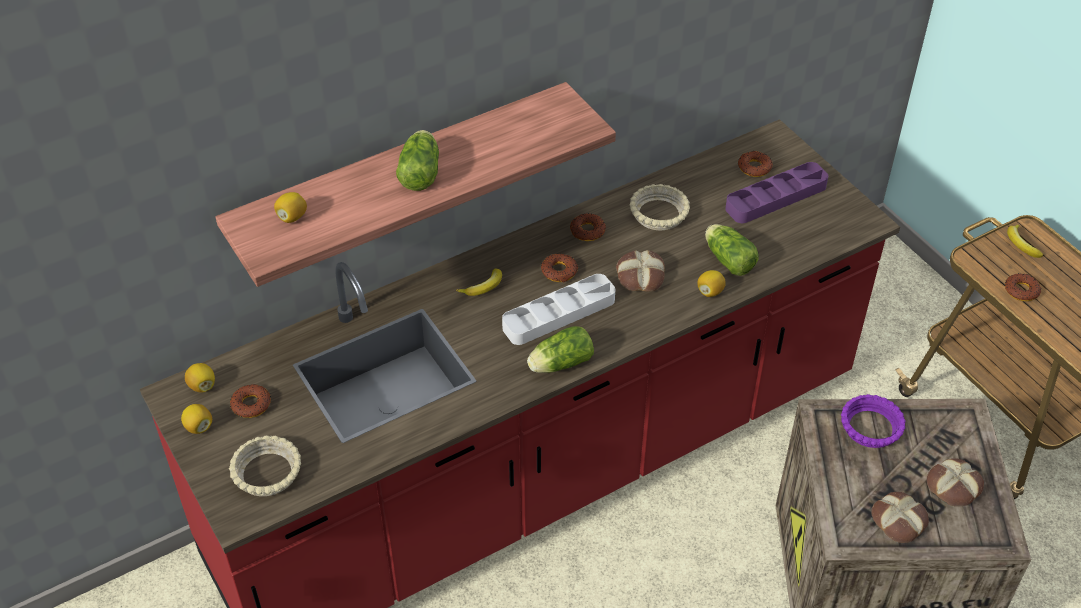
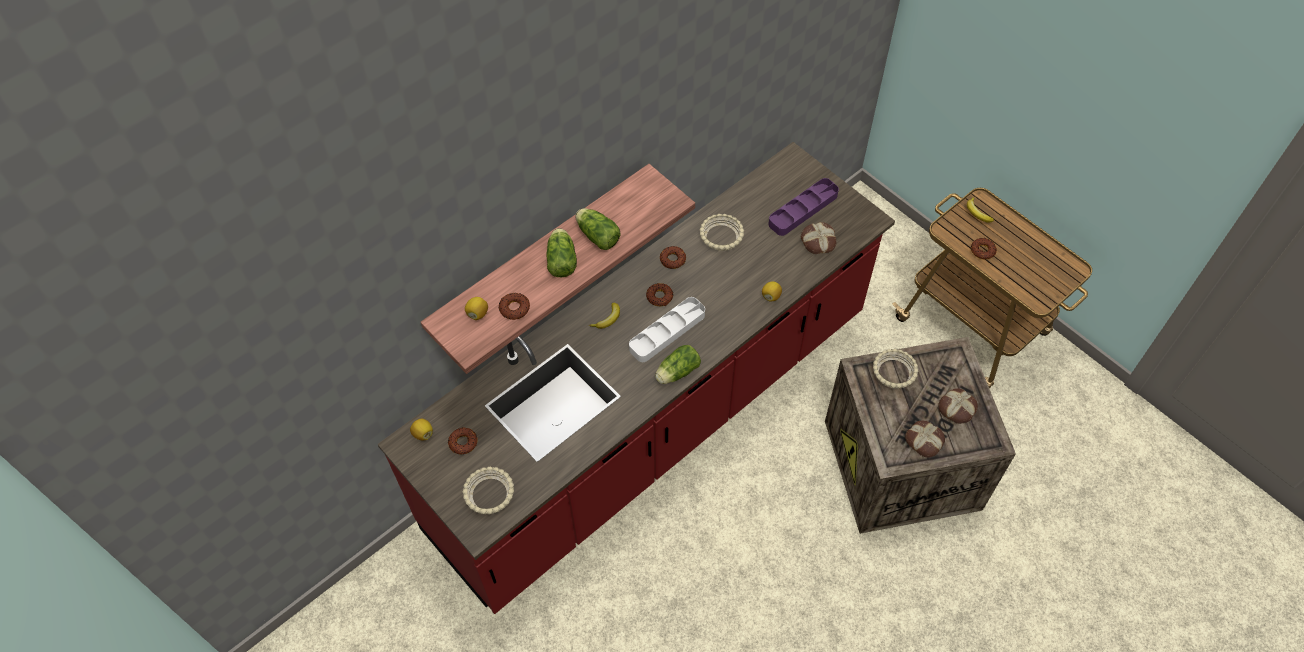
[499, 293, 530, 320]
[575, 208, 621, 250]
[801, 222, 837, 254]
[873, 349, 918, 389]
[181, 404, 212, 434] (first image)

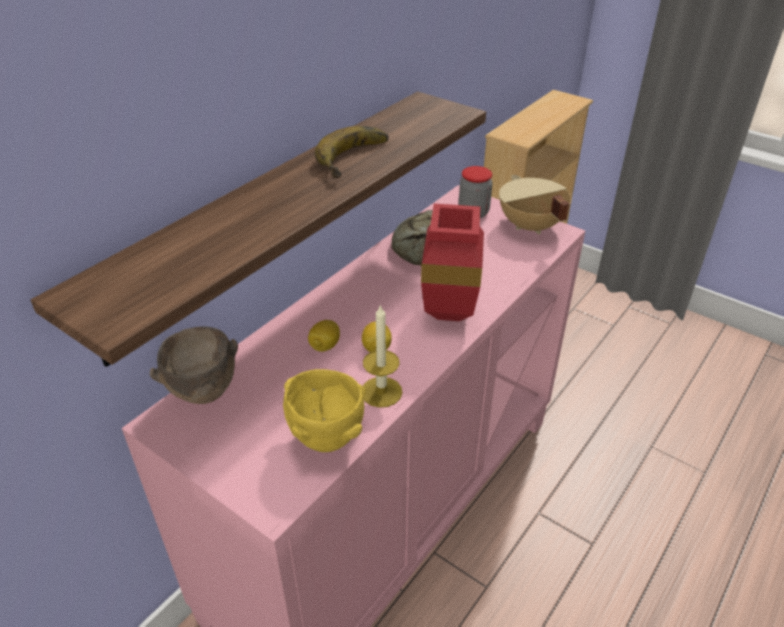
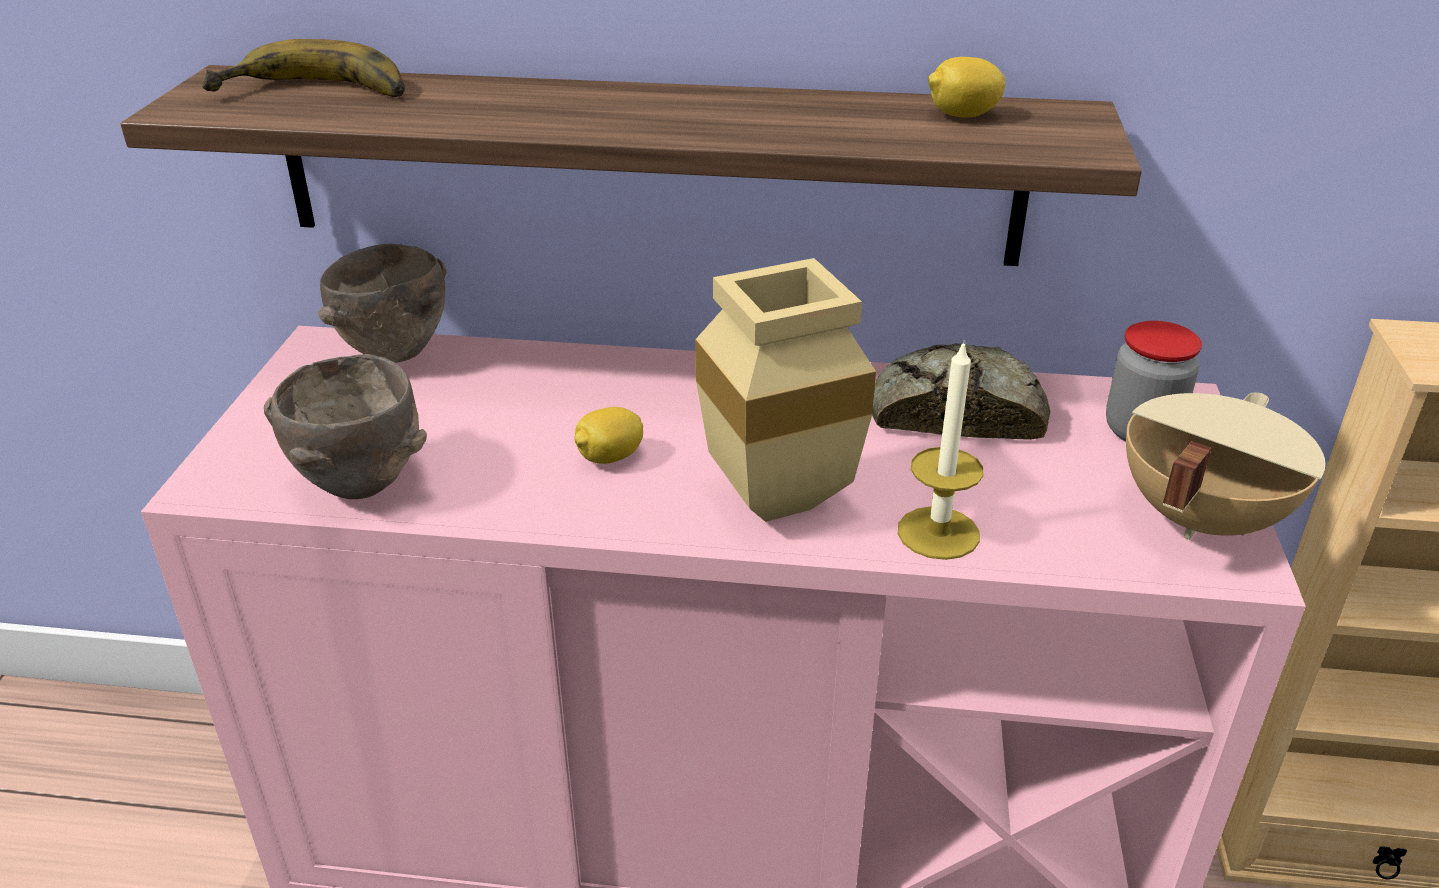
[202, 39, 405, 97]
[264, 354, 427, 499]
[695, 258, 876, 522]
[898, 340, 983, 560]
[928, 57, 1005, 118]

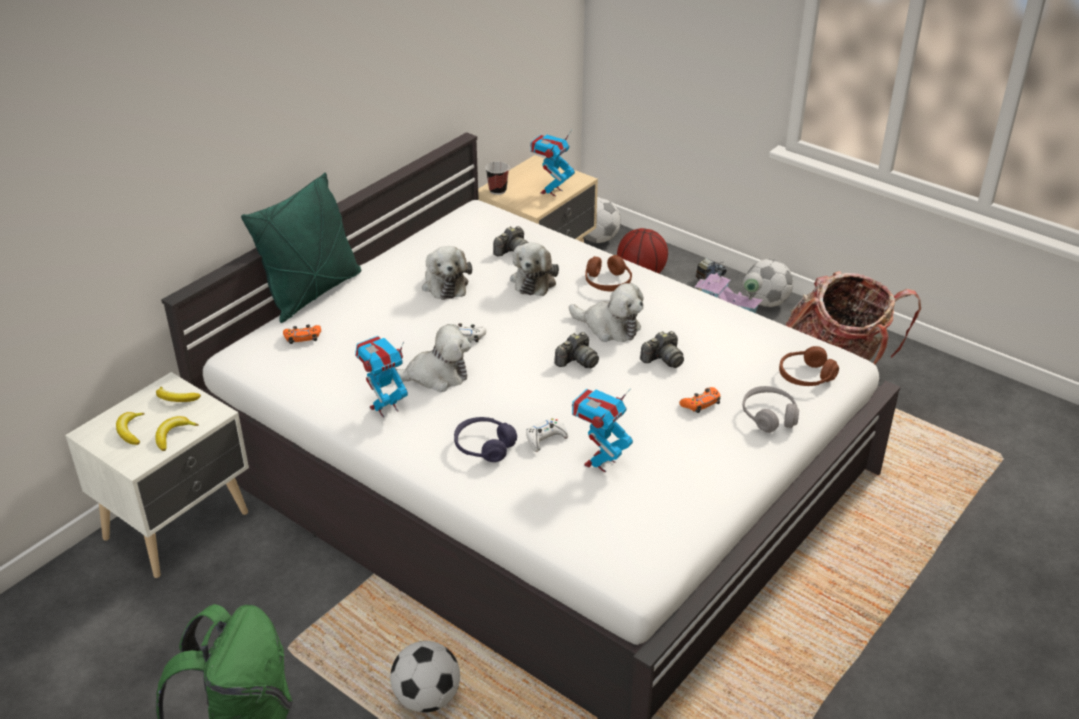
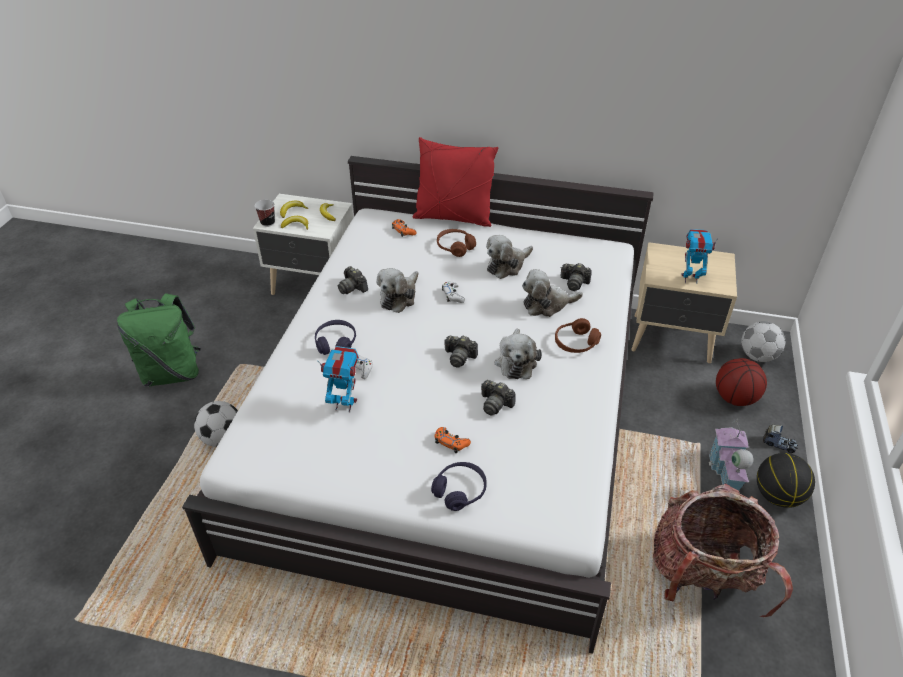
[255, 200, 275, 227]
[338, 266, 368, 294]
[377, 268, 418, 313]
[413, 137, 499, 227]
[431, 462, 487, 511]
[437, 229, 476, 257]
[757, 453, 815, 508]

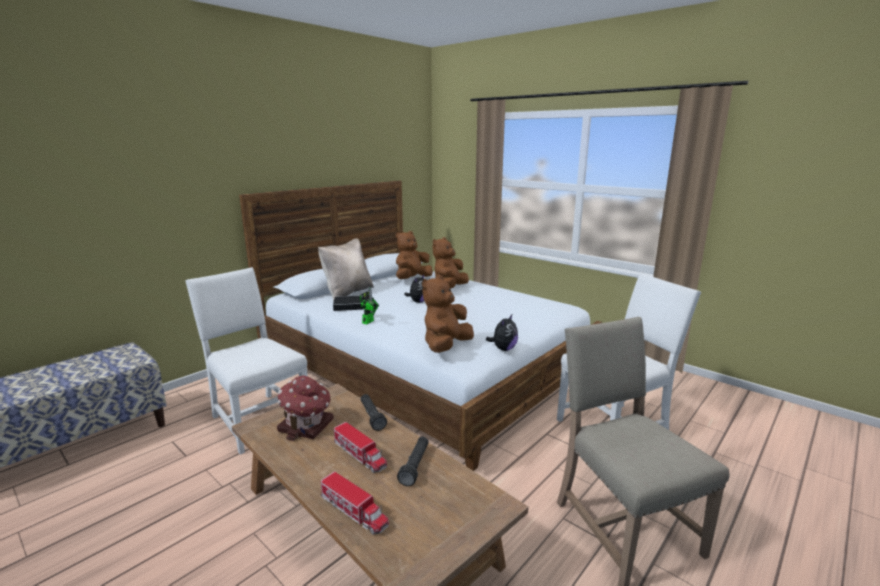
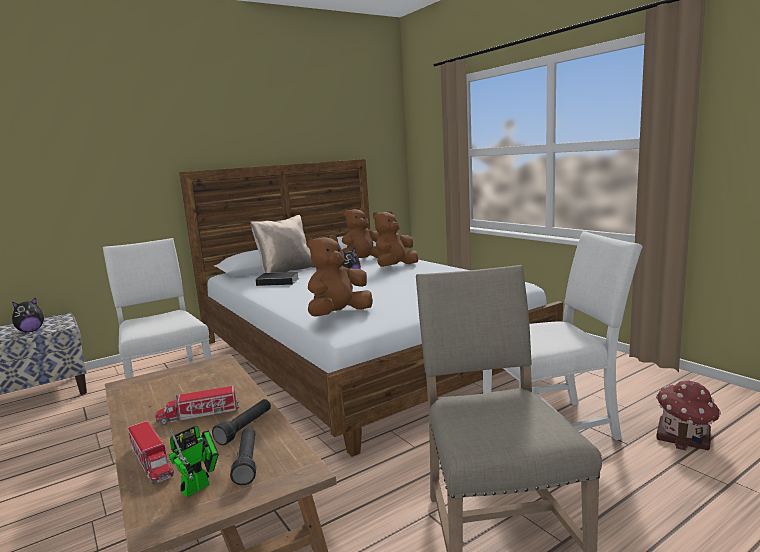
[12, 297, 45, 332]
[155, 386, 239, 425]
[169, 426, 219, 497]
[230, 428, 256, 485]
[656, 380, 721, 451]

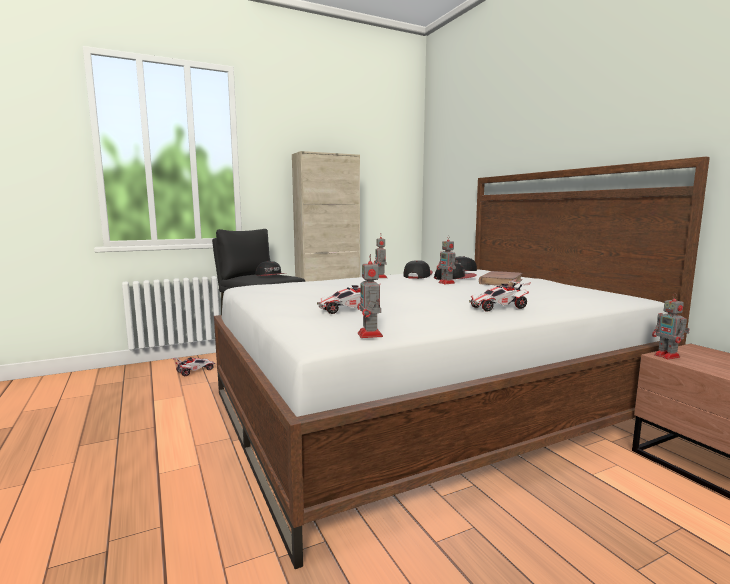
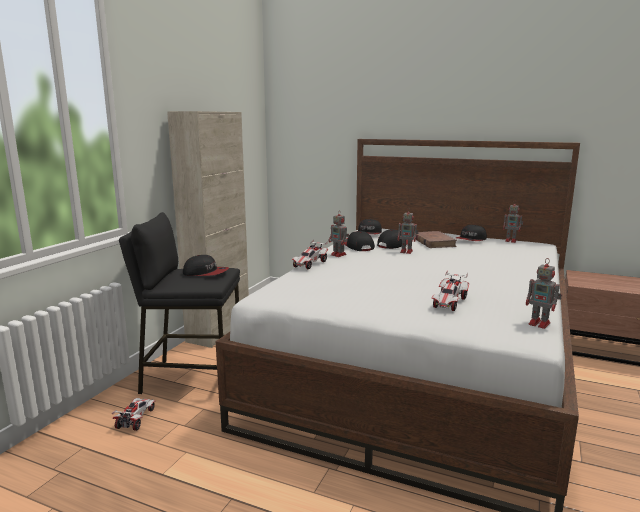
[292, 240, 328, 269]
[456, 225, 487, 241]
[503, 202, 523, 243]

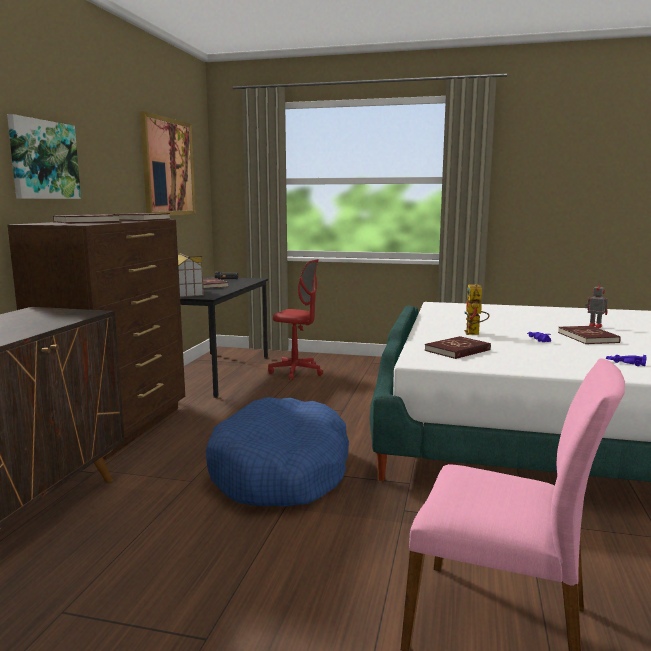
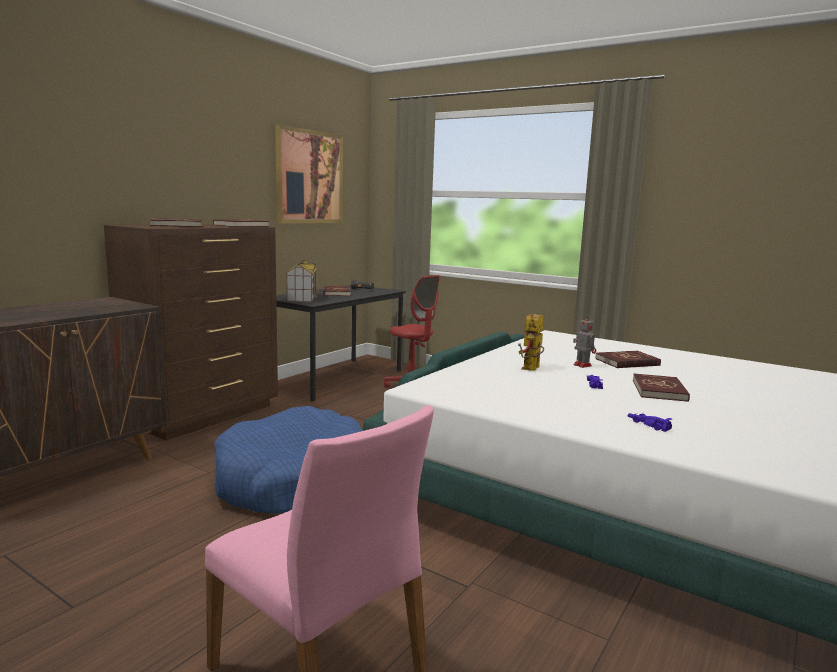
[573, 315, 596, 368]
[595, 351, 661, 368]
[7, 114, 81, 199] (first image)

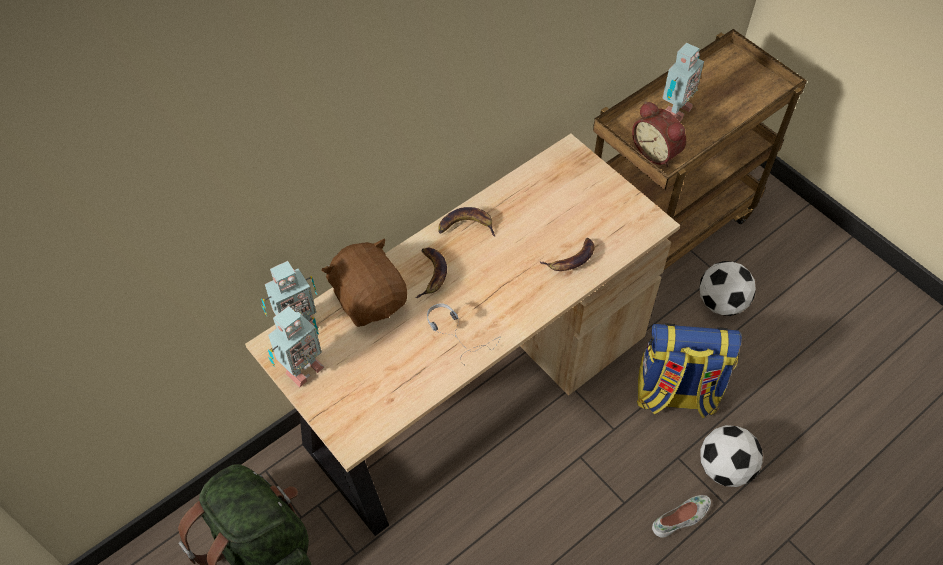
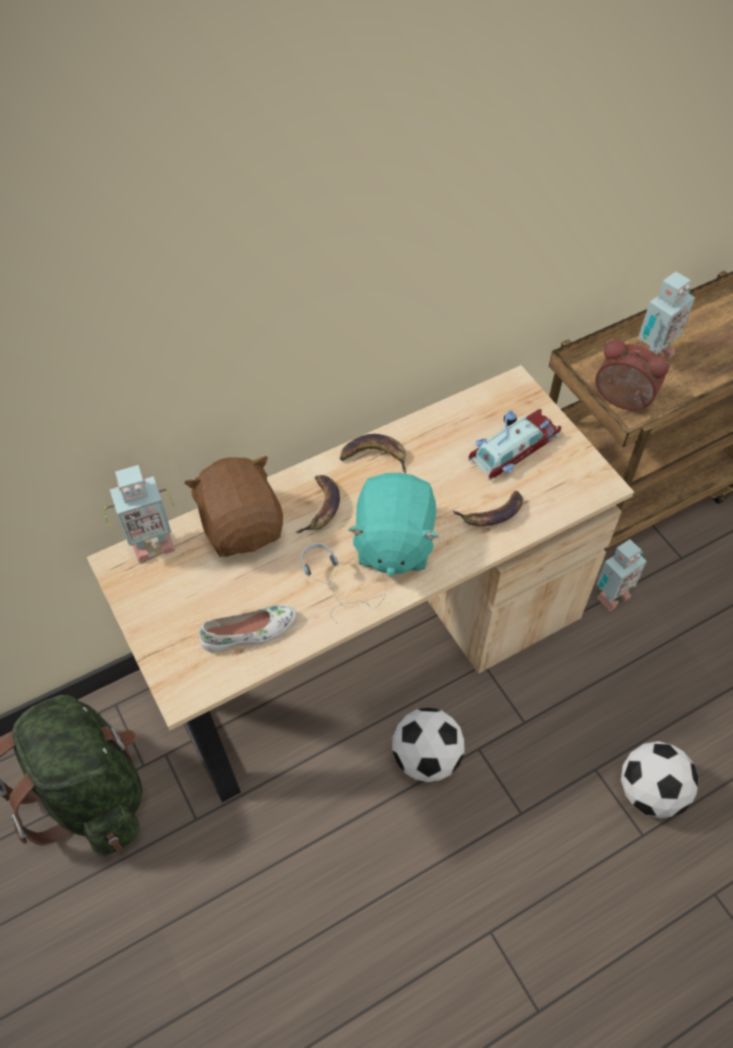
[200, 605, 296, 653]
[348, 473, 439, 577]
[392, 708, 464, 782]
[468, 409, 561, 480]
[596, 340, 669, 410]
[597, 539, 647, 611]
[637, 323, 742, 418] (first image)

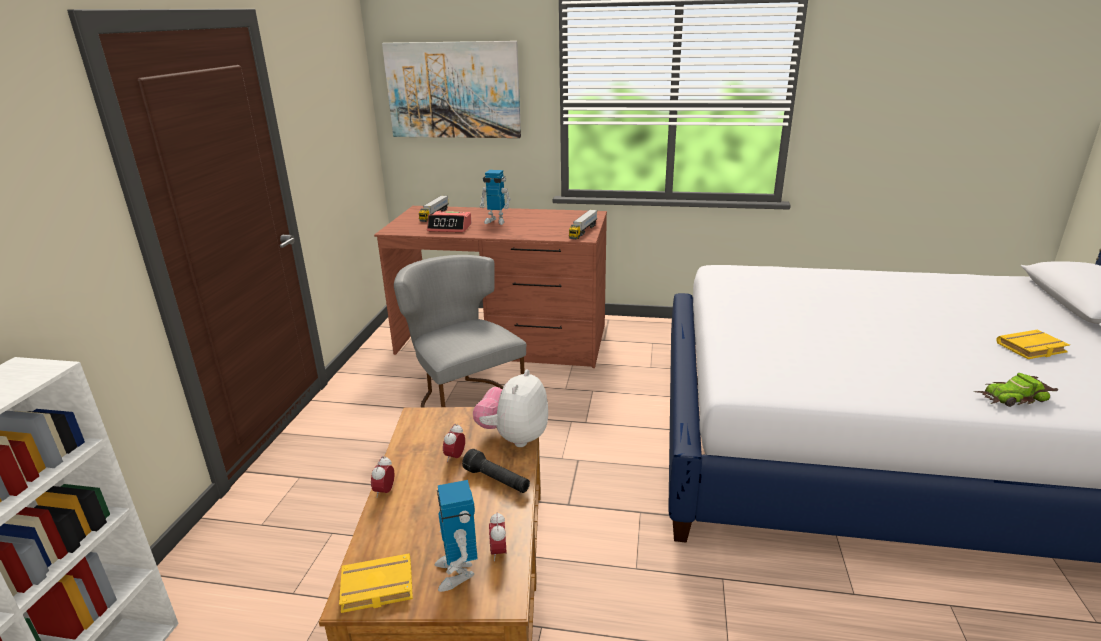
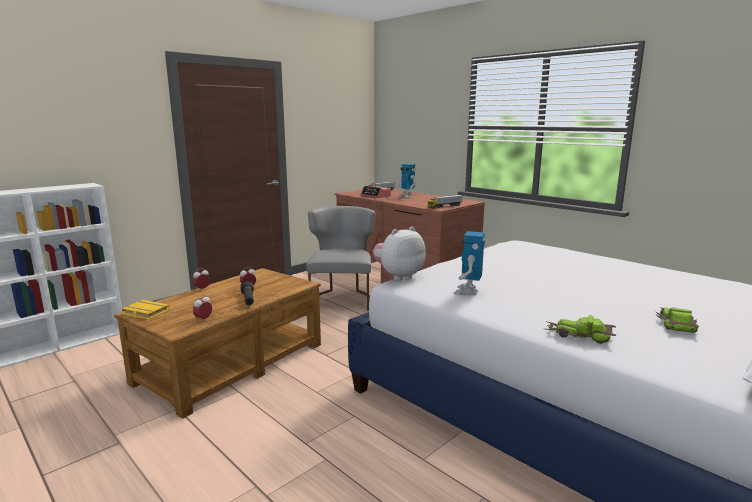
[373, 227, 426, 280]
[453, 231, 485, 295]
[656, 307, 699, 333]
[382, 41, 521, 138] (first image)

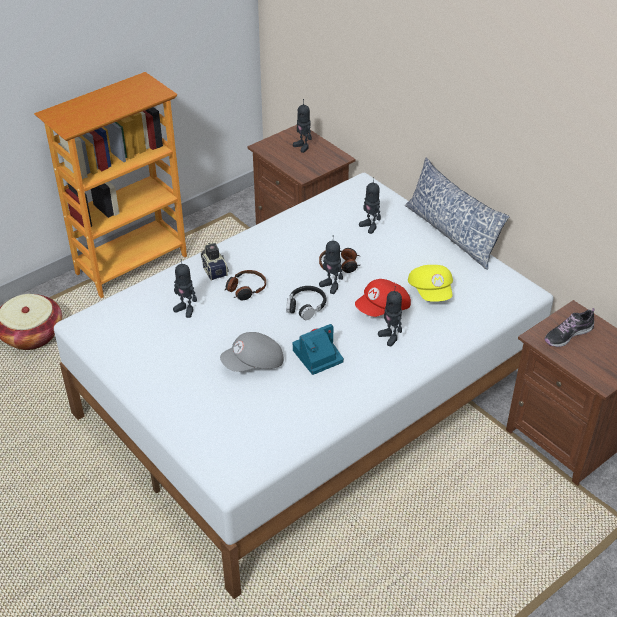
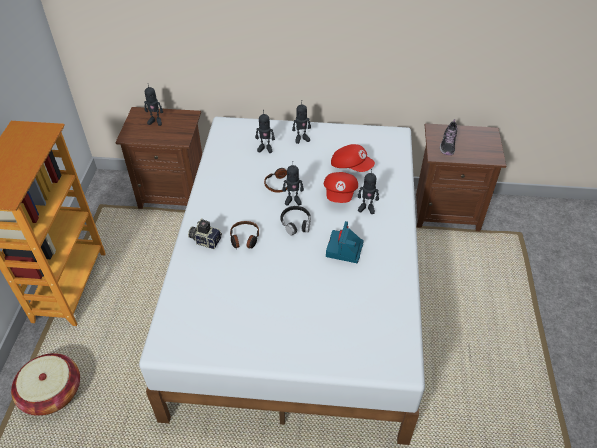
[292, 100, 311, 144]
[331, 144, 375, 172]
[220, 332, 284, 372] (first image)
[405, 158, 509, 270] (first image)

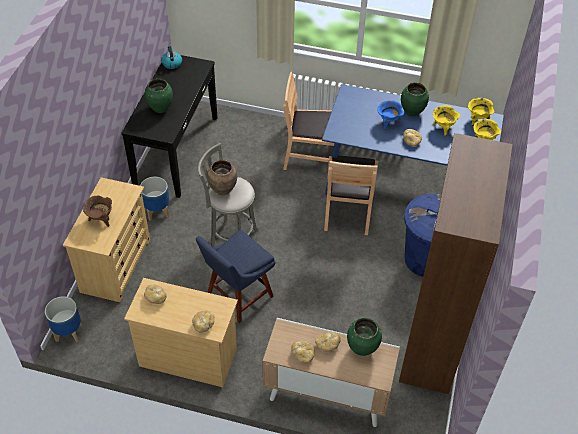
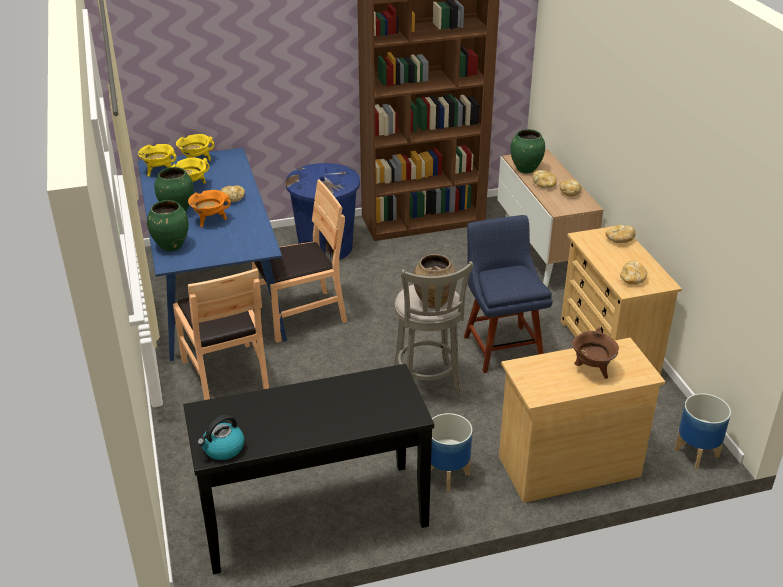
[147, 200, 189, 251]
[188, 190, 231, 227]
[464, 215, 552, 373]

